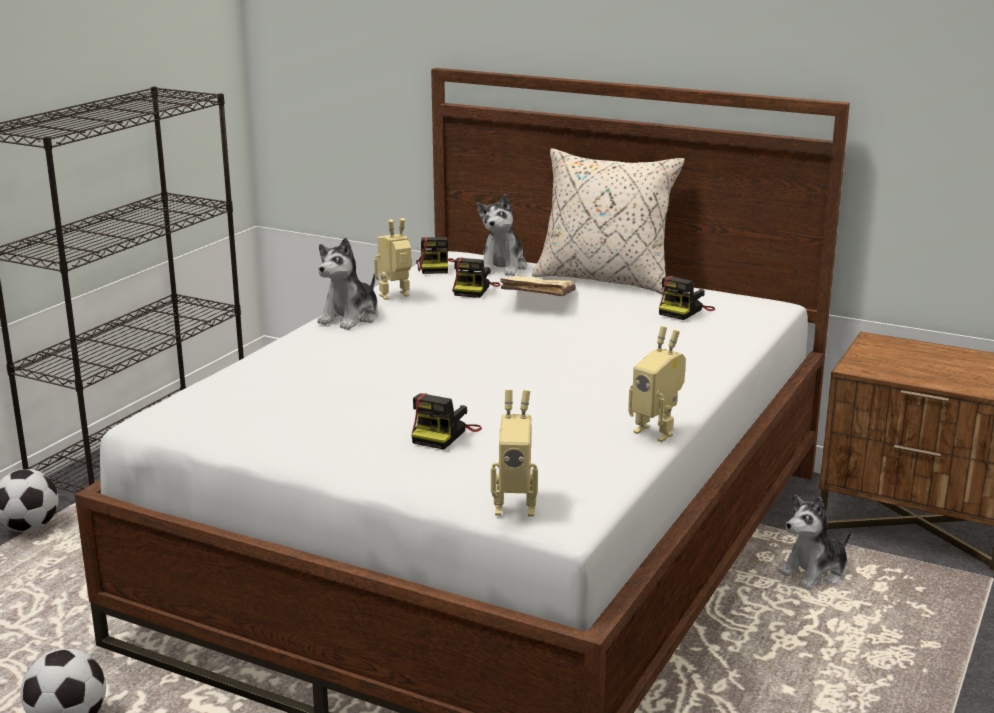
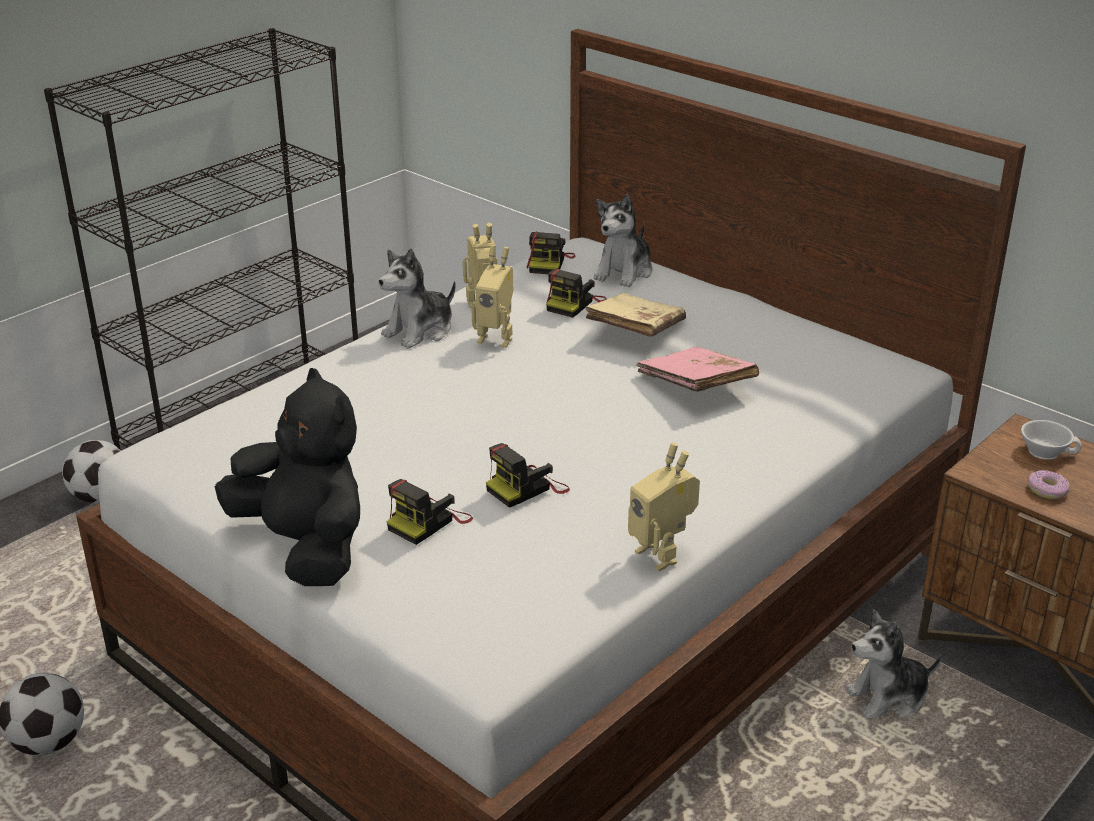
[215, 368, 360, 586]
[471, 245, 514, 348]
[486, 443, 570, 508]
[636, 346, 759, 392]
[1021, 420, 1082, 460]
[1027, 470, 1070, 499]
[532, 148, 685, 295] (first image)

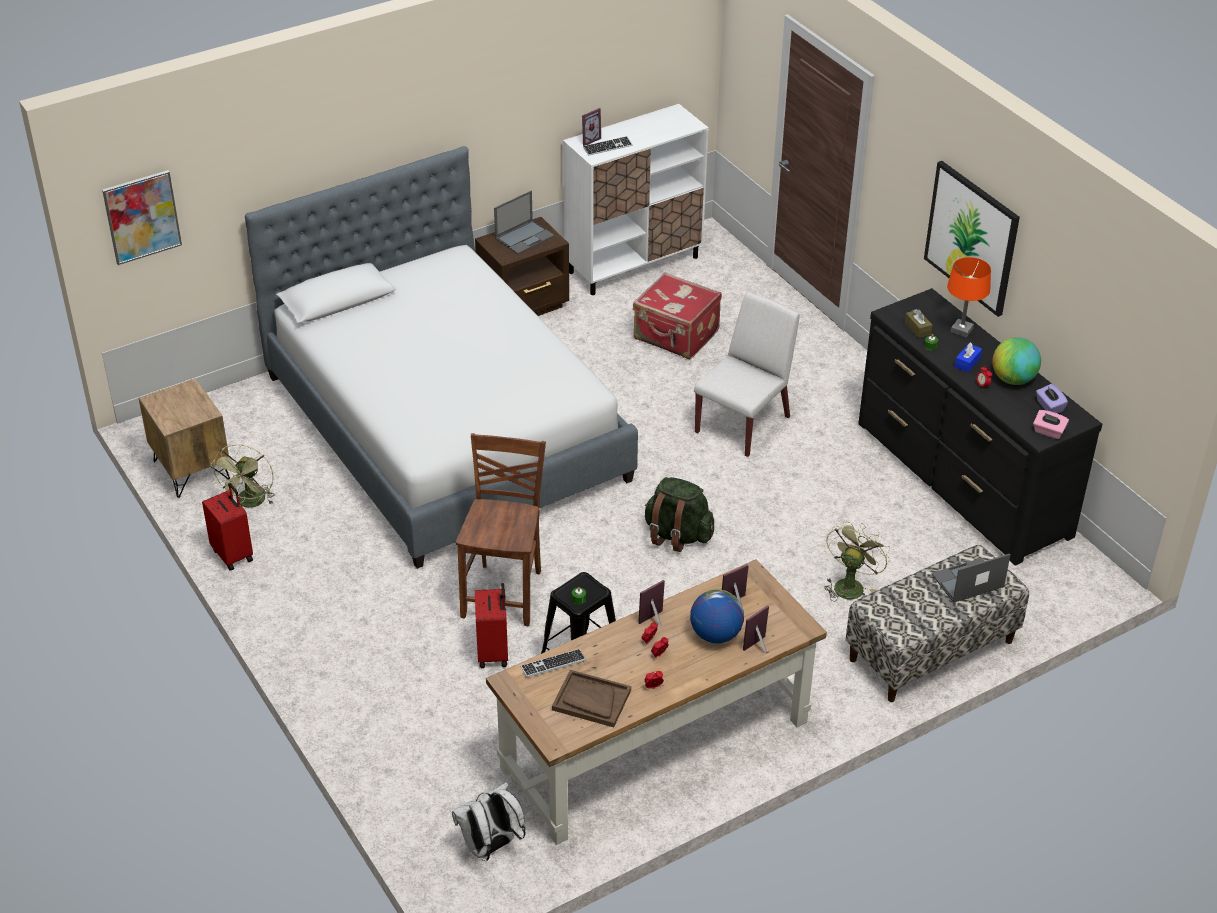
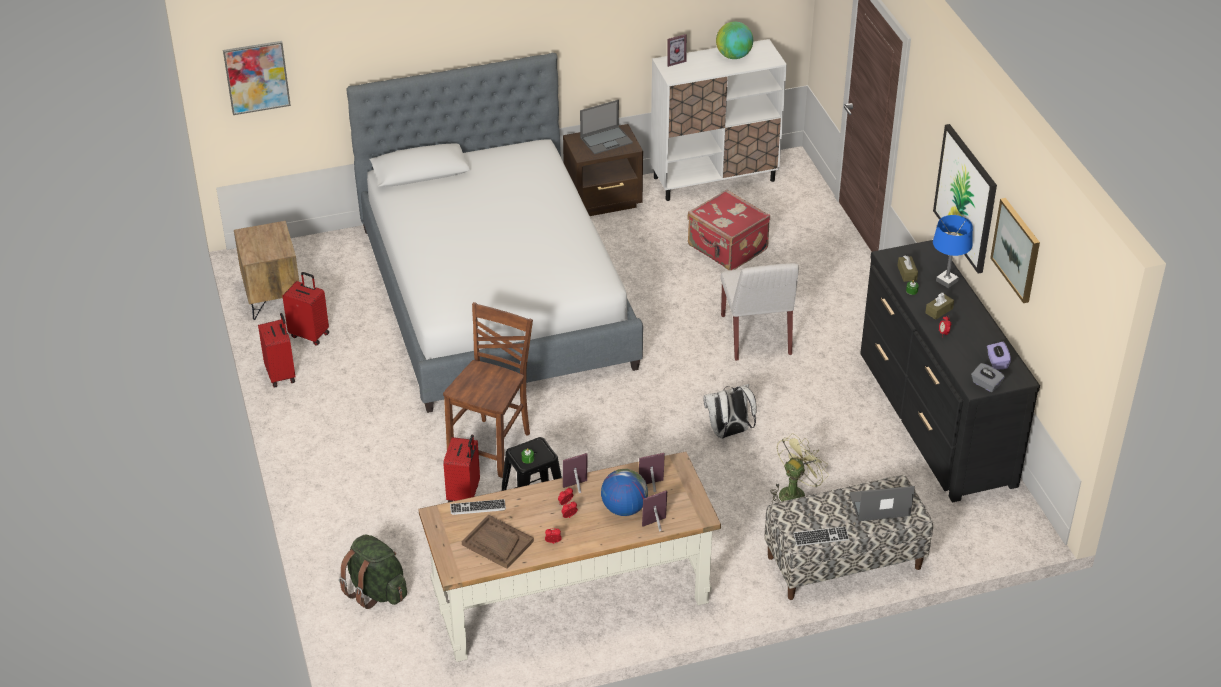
[283, 272, 329, 346]
[339, 534, 407, 609]
[703, 384, 757, 438]
[716, 22, 753, 59]
[720, 263, 799, 361]
[793, 526, 849, 546]
[925, 293, 954, 320]
[933, 215, 973, 288]
[971, 363, 1005, 392]
[990, 198, 1040, 303]

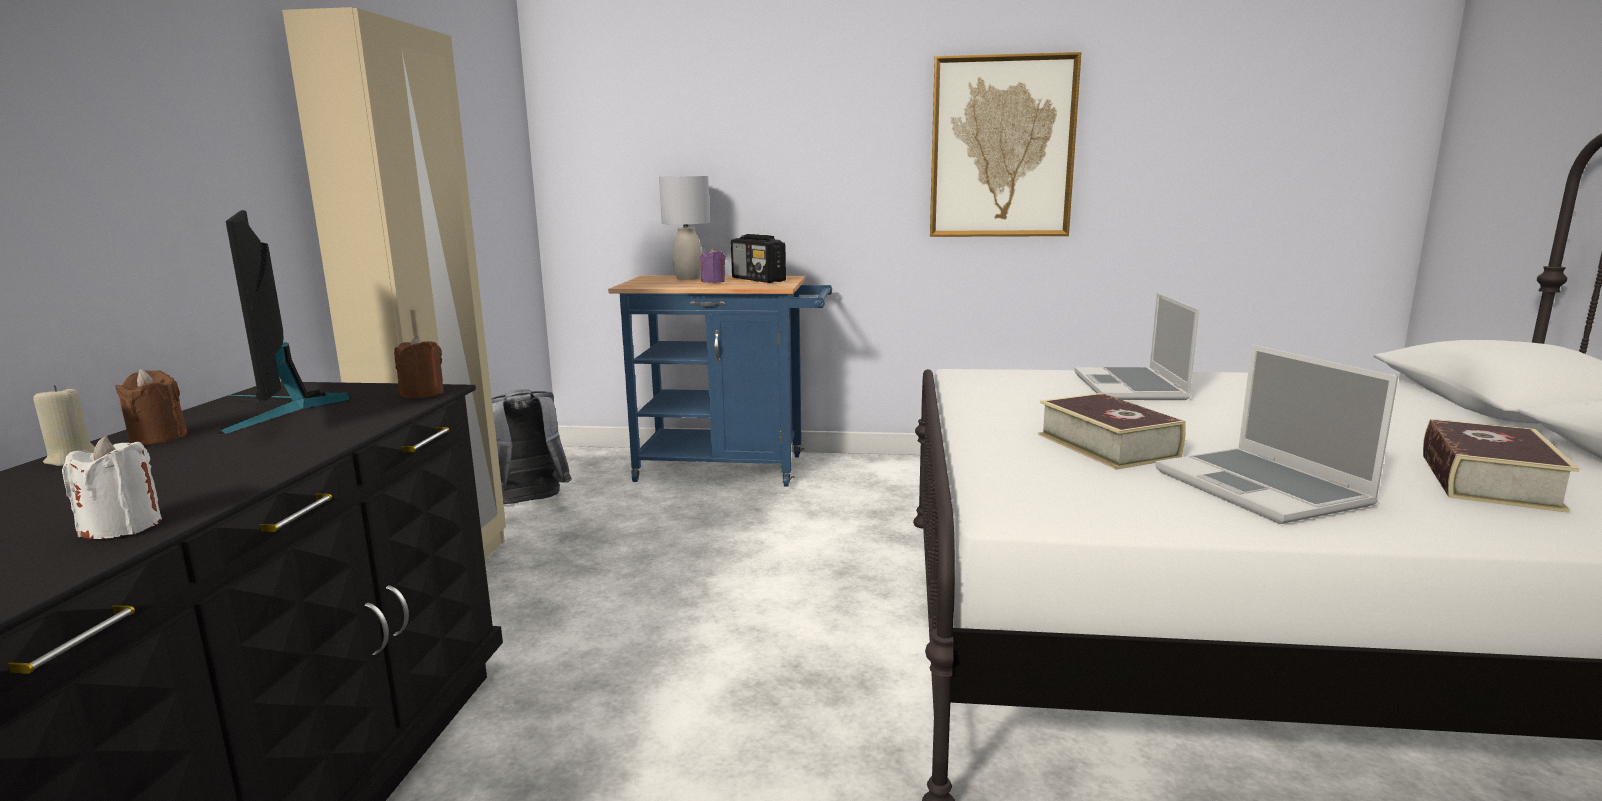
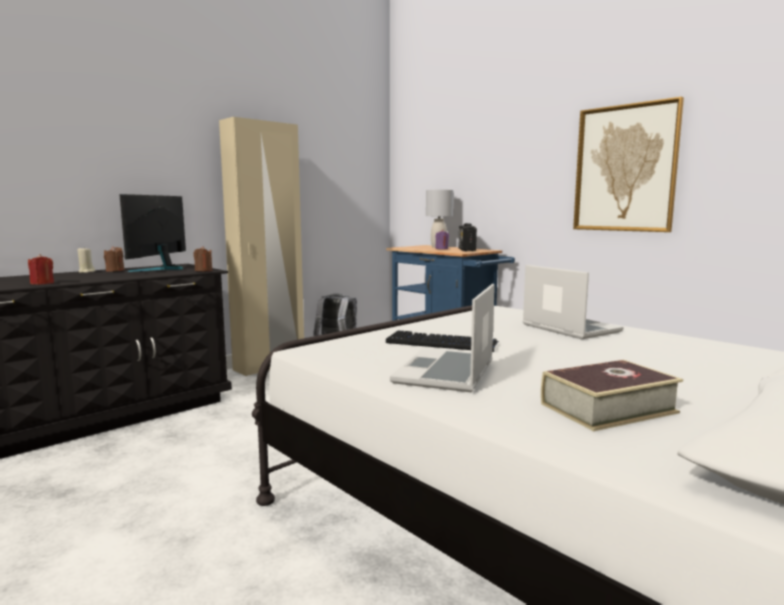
[28, 254, 54, 285]
[386, 330, 499, 352]
[522, 265, 623, 339]

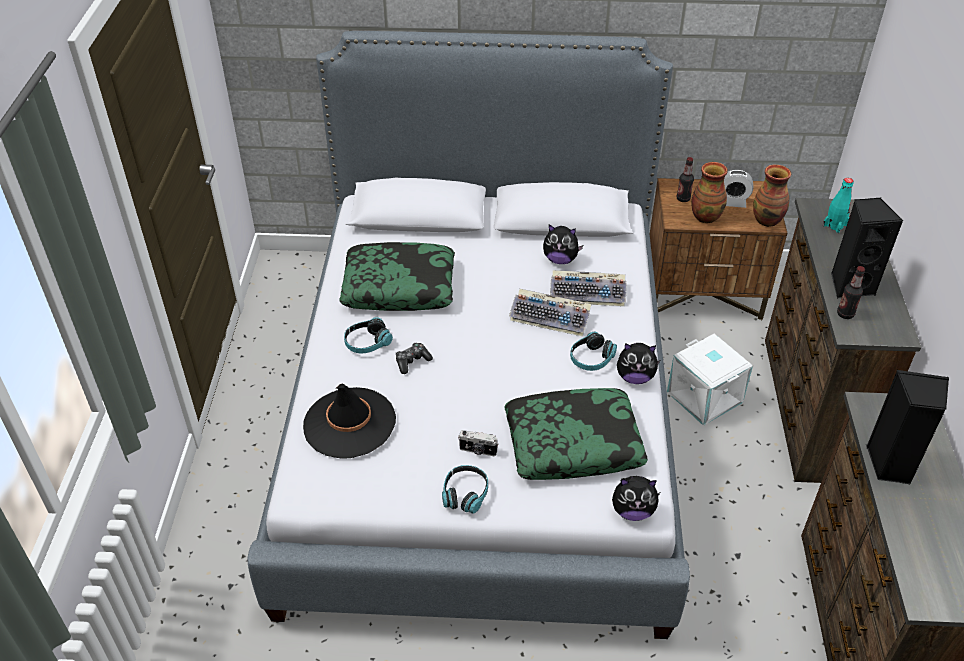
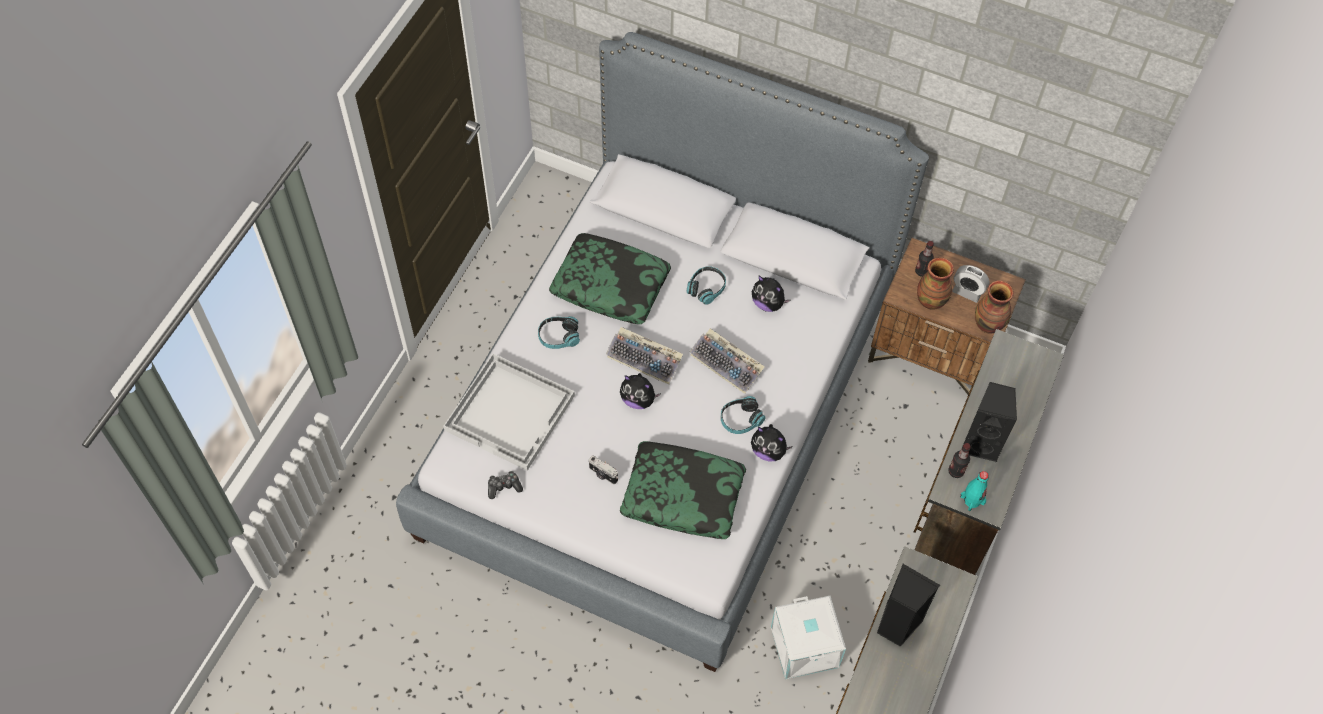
[443, 353, 575, 471]
[488, 471, 523, 499]
[606, 327, 683, 385]
[620, 373, 661, 409]
[686, 267, 726, 305]
[771, 596, 846, 679]
[960, 471, 989, 511]

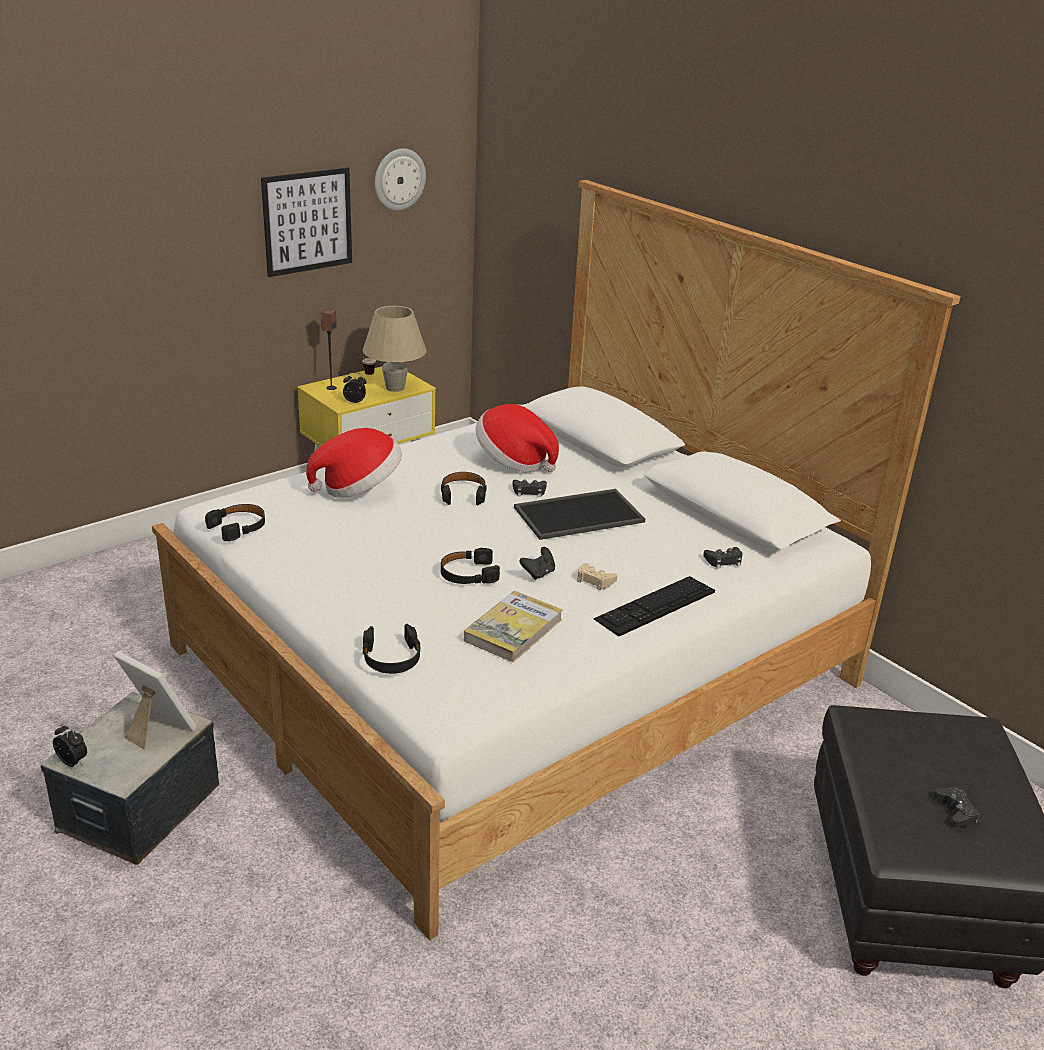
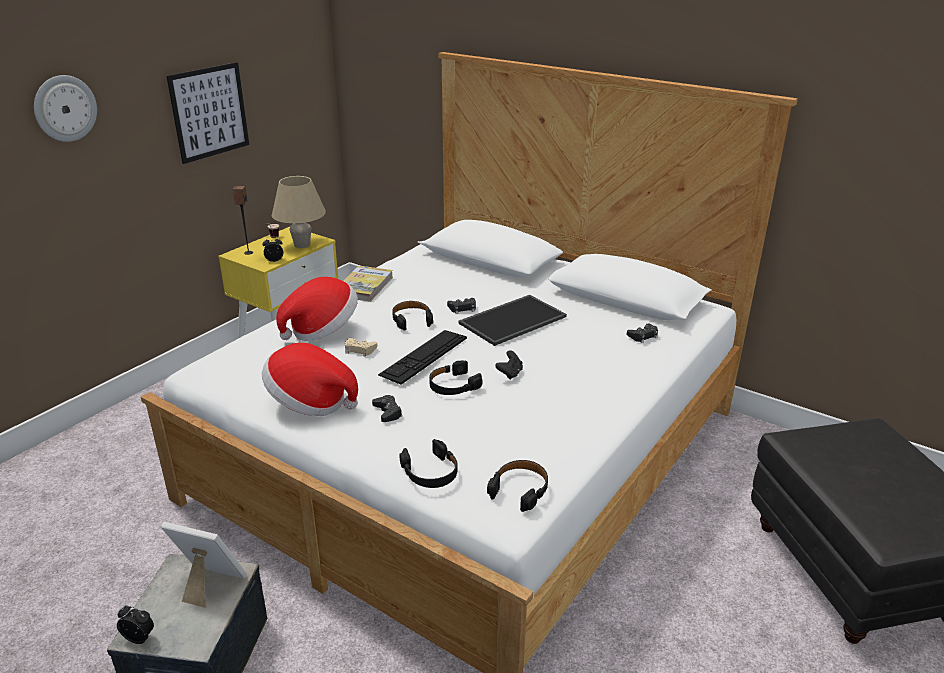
[34, 75, 97, 142]
[262, 343, 358, 416]
[343, 266, 393, 302]
[345, 338, 377, 357]
[372, 395, 402, 422]
[378, 330, 467, 385]
[487, 460, 548, 512]

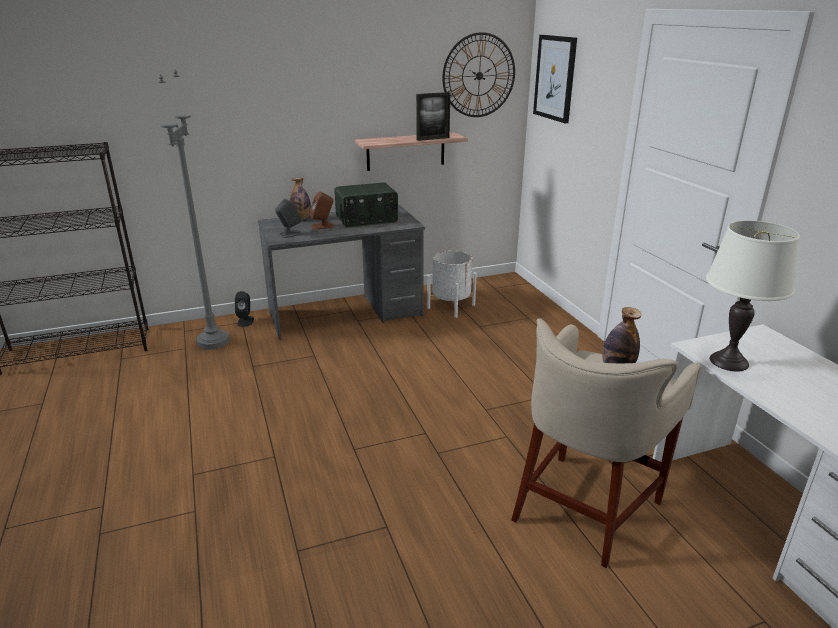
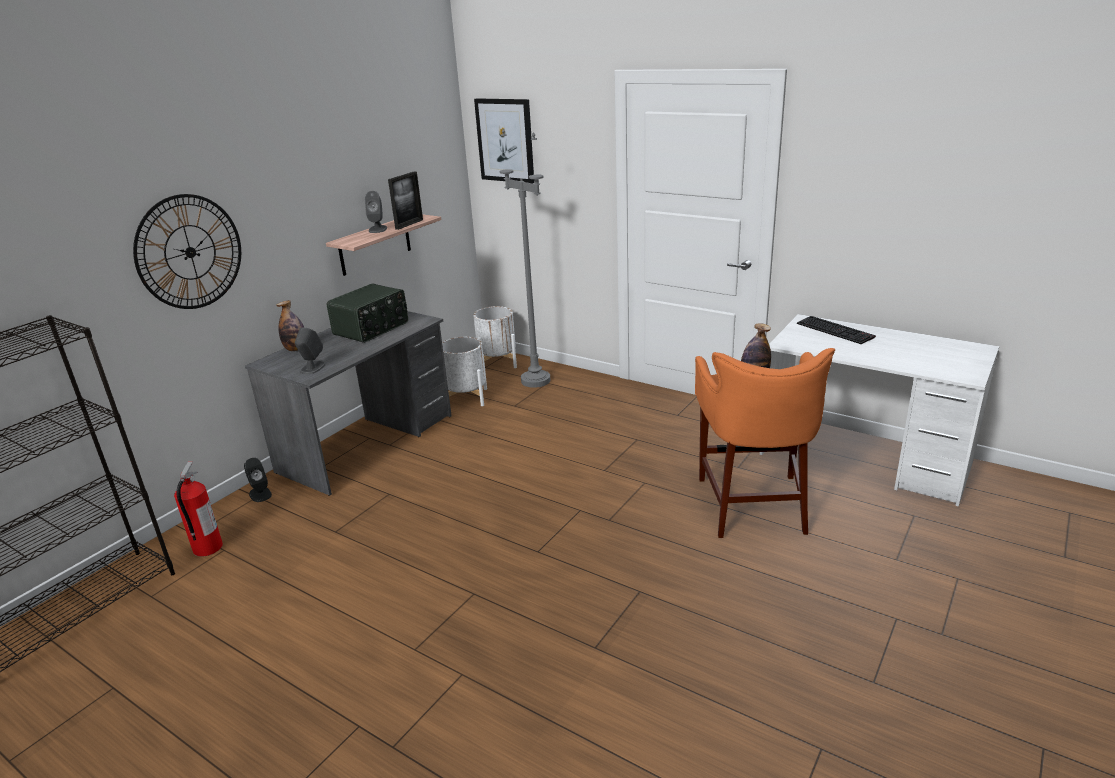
[133, 194, 241, 309]
[174, 461, 223, 557]
[365, 191, 387, 233]
[473, 306, 517, 368]
[500, 129, 550, 388]
[695, 348, 835, 538]
[797, 316, 876, 344]
[310, 192, 334, 230] (first image)
[706, 221, 800, 371] (first image)

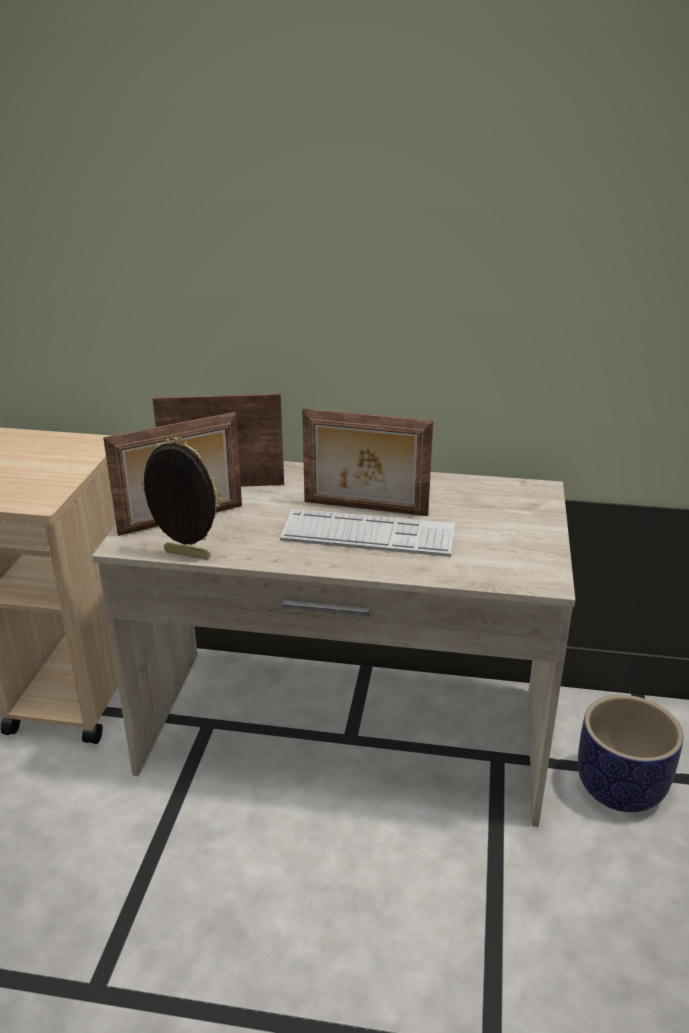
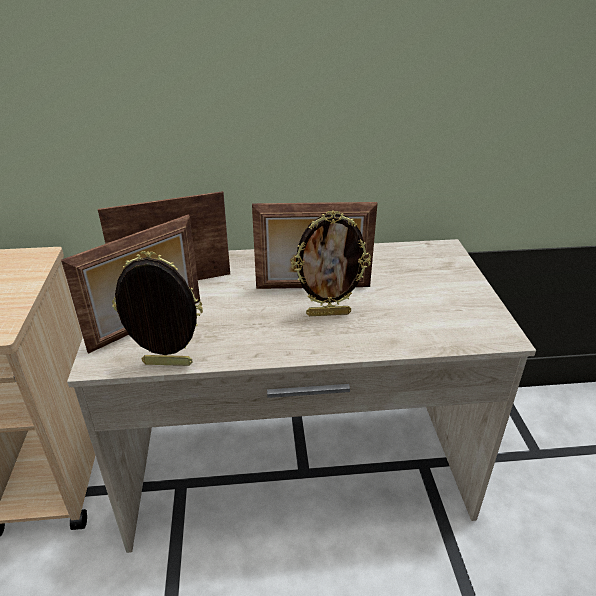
[291, 210, 371, 316]
[578, 695, 683, 812] (first image)

